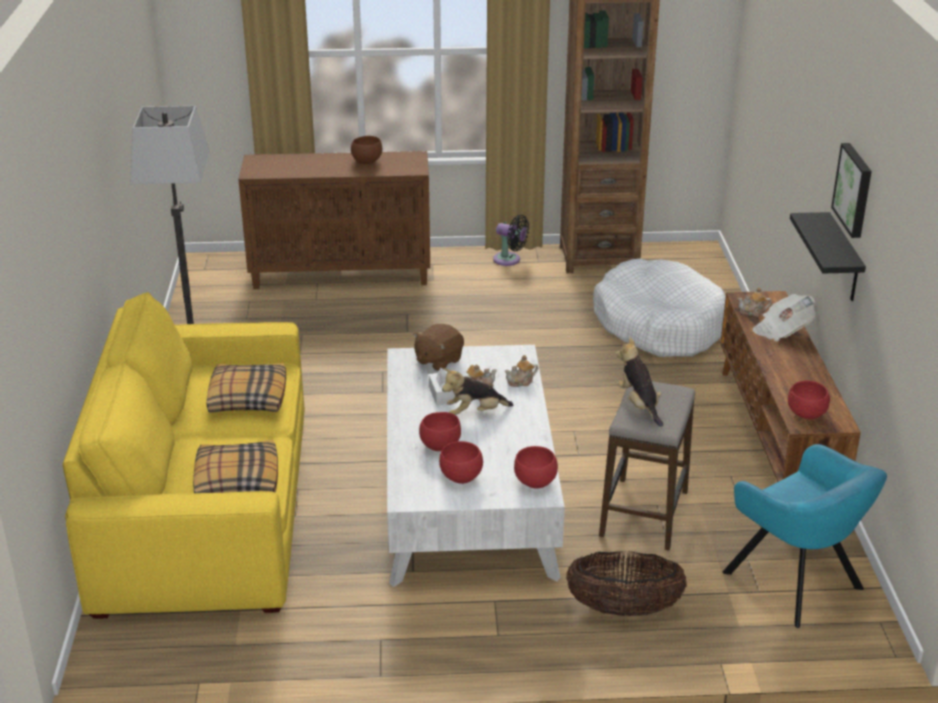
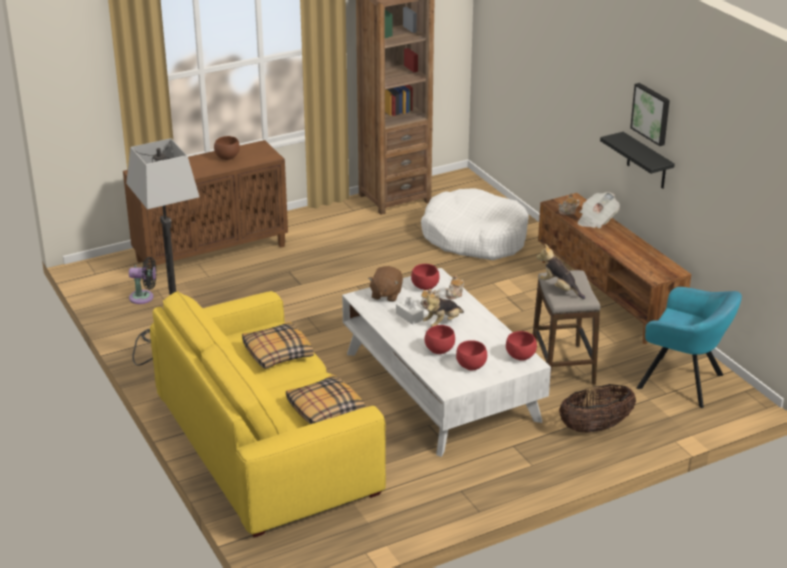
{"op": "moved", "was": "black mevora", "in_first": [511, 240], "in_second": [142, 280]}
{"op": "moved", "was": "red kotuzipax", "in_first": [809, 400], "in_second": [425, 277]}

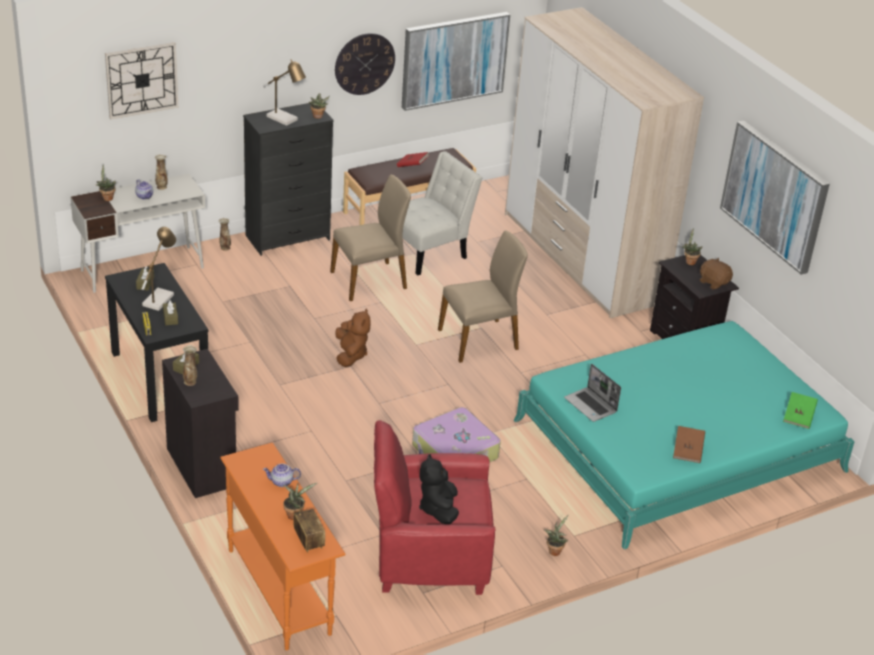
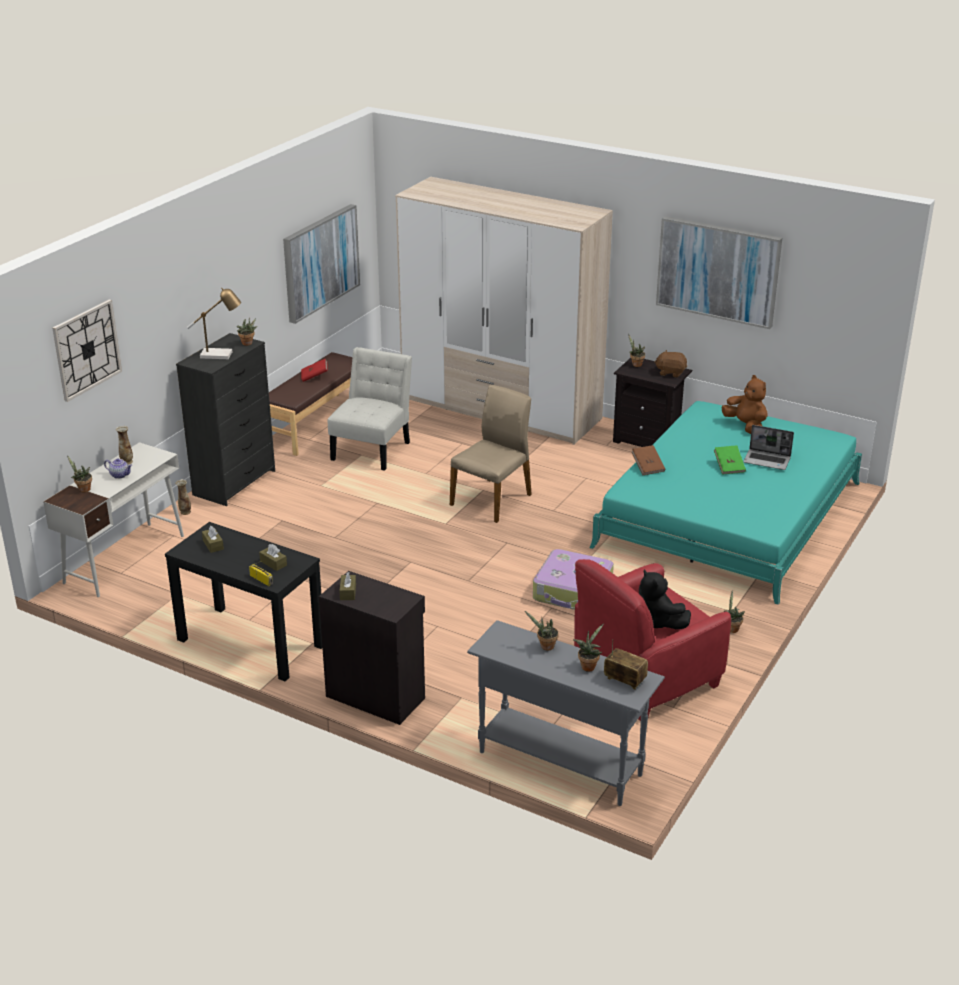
{"op": "recoloured", "was": "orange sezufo", "now": "grey sezufo", "in_first": [282, 546], "in_second": [566, 713]}
{"op": "replaced", "was": "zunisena", "now": "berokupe", "in_first": [282, 475], "in_second": [542, 631]}
{"op": "moved", "was": "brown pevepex", "in_first": [689, 444], "in_second": [648, 460]}
{"op": "moved", "was": "green pevepex", "in_first": [800, 410], "in_second": [730, 460]}
{"op": "moved", "was": "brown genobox", "in_first": [353, 338], "in_second": [745, 404]}
{"op": "moved", "was": "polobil", "in_first": [592, 393], "in_second": [768, 447]}
{"op": "removed", "was": "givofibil", "in_first": [159, 269]}
{"op": "removed", "was": "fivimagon", "in_first": [190, 365]}
{"op": "removed", "was": "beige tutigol", "in_first": [370, 238]}
{"op": "removed", "was": "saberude", "in_first": [365, 64]}

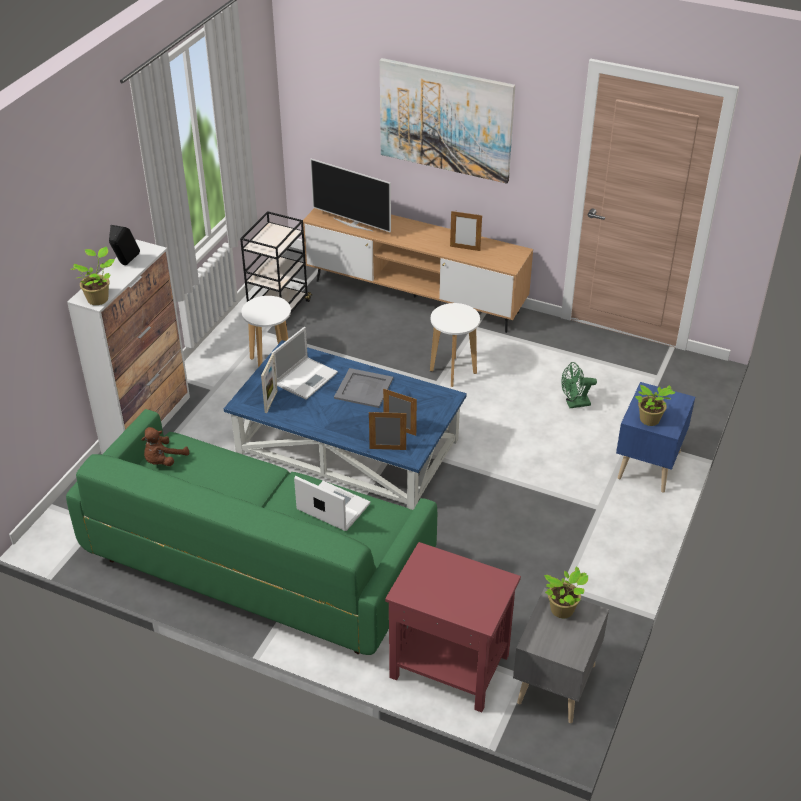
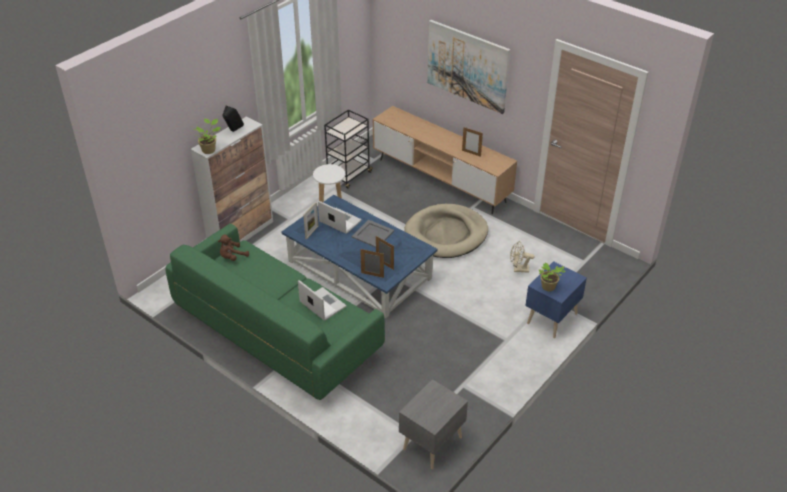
{"op": "turned", "was": "polobil", "in_first": [304, 363], "in_second": [340, 217], "clockwise": -105}
{"op": "replaced", "was": "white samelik", "now": "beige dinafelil", "in_first": [455, 345], "in_second": [446, 231]}
{"op": "recoloured", "was": "green mevora", "now": "beige mevora", "in_first": [579, 385], "in_second": [522, 257]}
{"op": "removed", "was": "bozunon", "in_first": [350, 196]}
{"op": "removed", "was": "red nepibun", "in_first": [453, 627]}
{"op": "removed", "was": "berokupe", "in_first": [566, 592]}

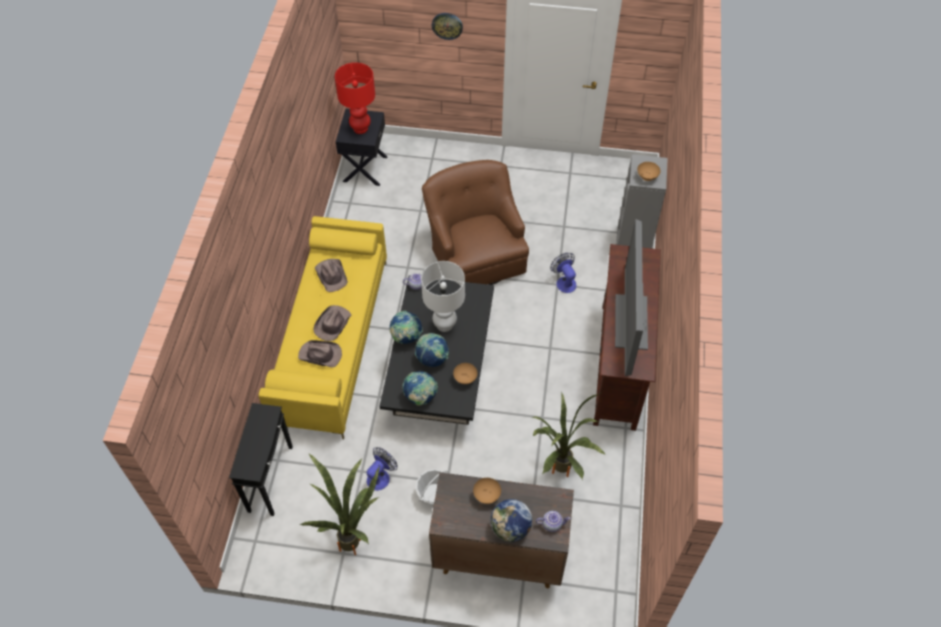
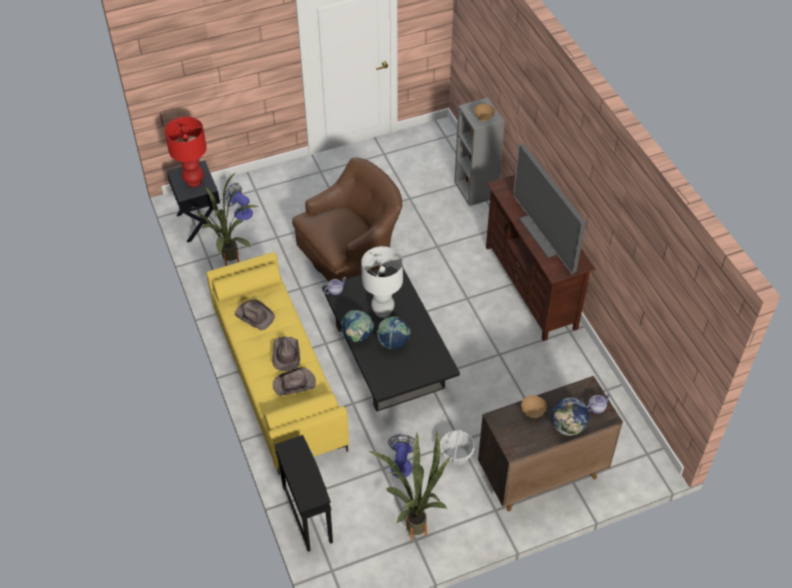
{"op": "moved", "was": "berokupe", "in_first": [568, 436], "in_second": [225, 219]}
{"op": "moved", "was": "mevora", "in_first": [563, 273], "in_second": [238, 201]}
{"op": "turned", "was": "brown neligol", "in_first": [475, 222], "in_second": [347, 220], "clockwise": 105}
{"op": "removed", "was": "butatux", "in_first": [420, 388]}
{"op": "removed", "was": "saberude", "in_first": [447, 26]}
{"op": "removed", "was": "brown kotuzipax", "in_first": [465, 373]}

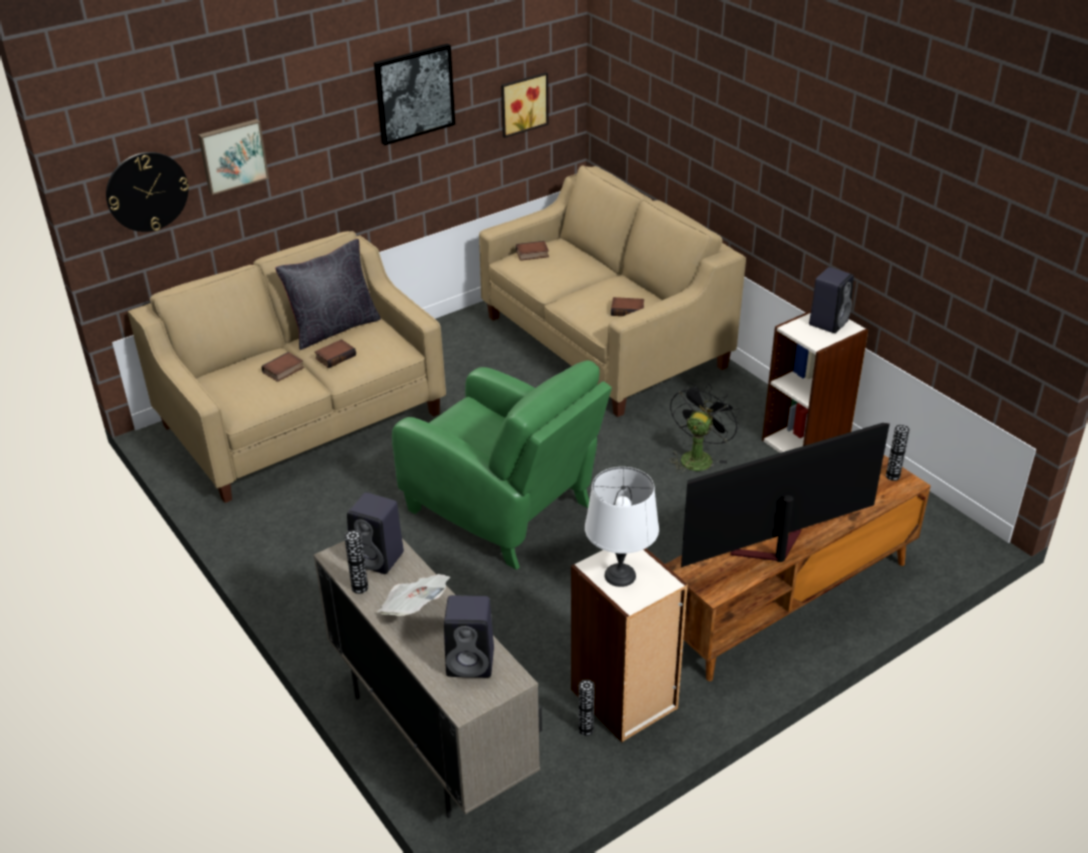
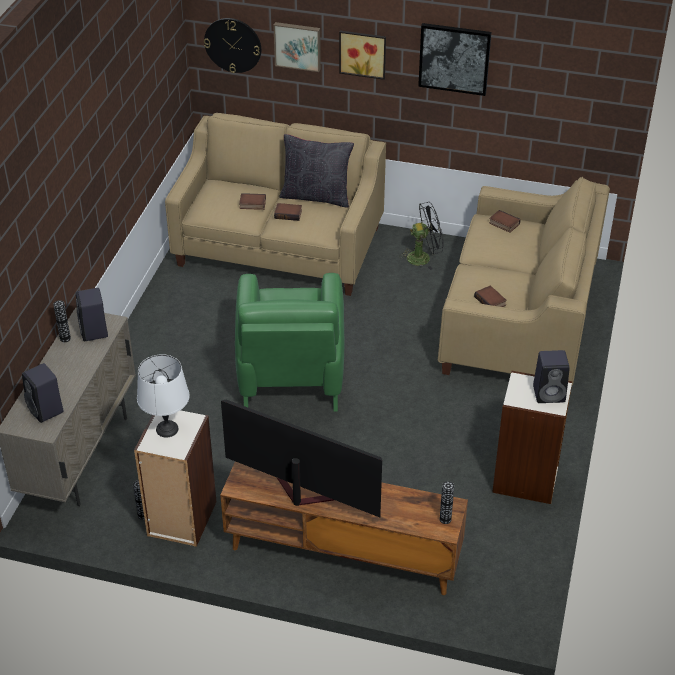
{"op": "moved", "was": "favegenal", "in_first": [525, 105], "in_second": [362, 55]}
{"op": "moved", "was": "black mevora", "in_first": [704, 428], "in_second": [421, 236]}
{"op": "removed", "was": "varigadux", "in_first": [413, 595]}

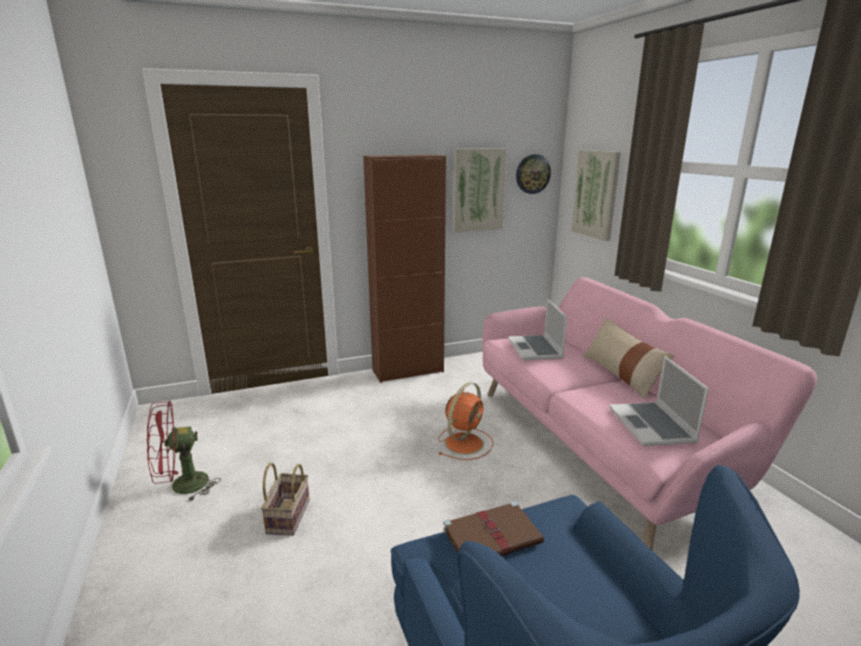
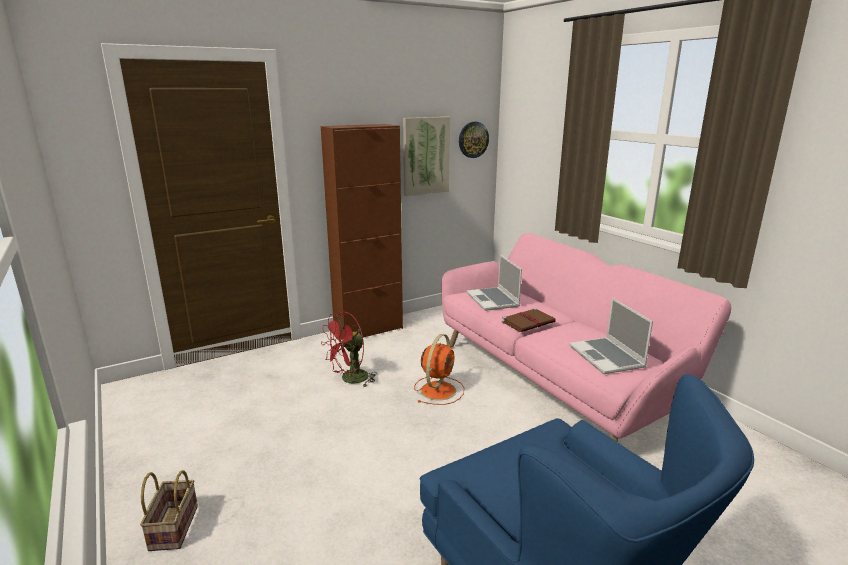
{"op": "moved", "was": "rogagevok", "in_first": [285, 499], "in_second": [169, 510]}
{"op": "moved", "was": "red mevora", "in_first": [184, 451], "in_second": [349, 349]}
{"op": "moved", "was": "brown pevepex", "in_first": [493, 528], "in_second": [529, 320]}
{"op": "removed", "was": "favegenal", "in_first": [596, 195]}
{"op": "removed", "was": "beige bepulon", "in_first": [629, 358]}

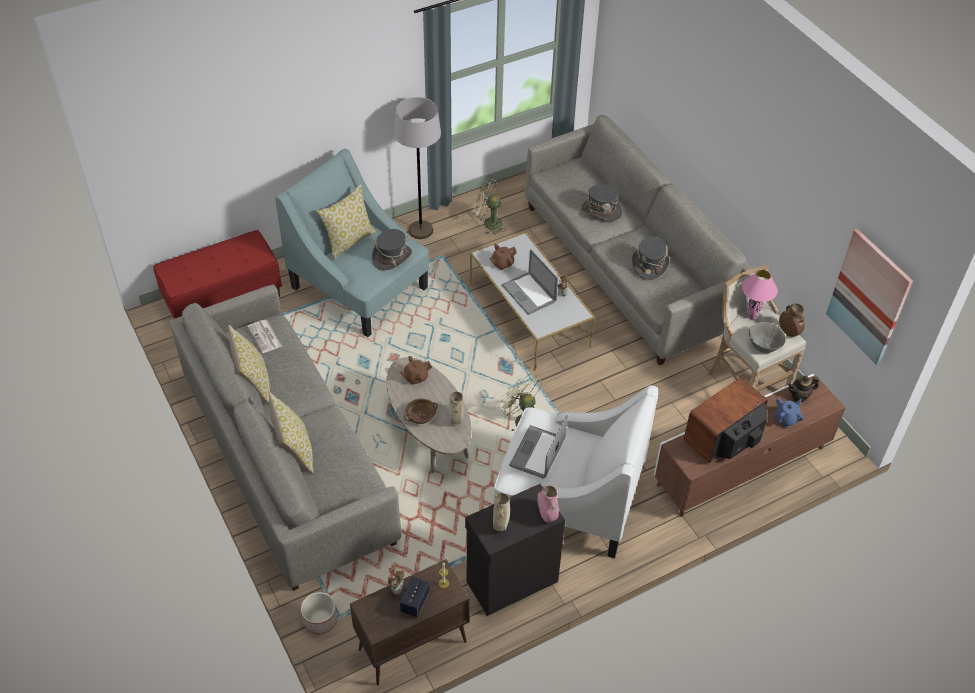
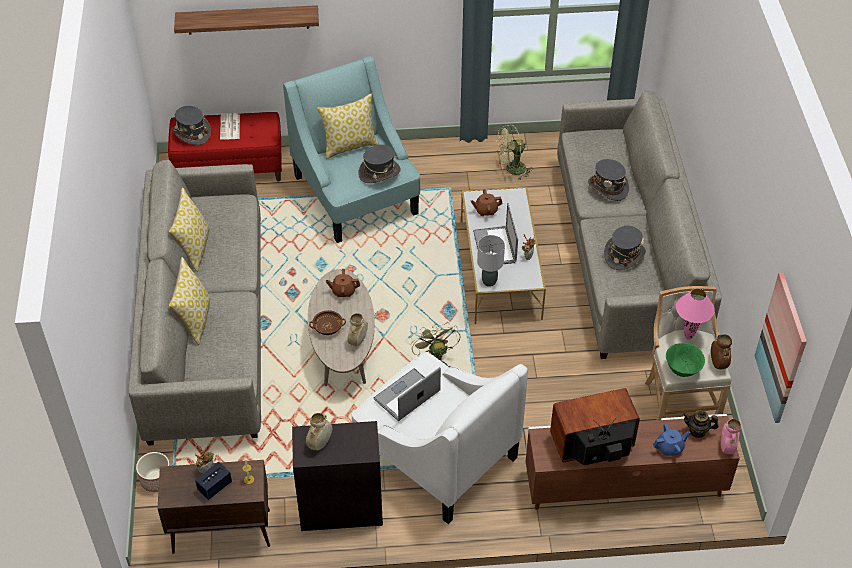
{"op": "added", "now": "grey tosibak", "in_second": [191, 125]}
{"op": "added", "now": "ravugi", "in_second": [246, 20]}
{"op": "moved", "was": "varigadux", "in_first": [264, 336], "in_second": [230, 126]}
{"op": "added", "now": "grey givofibil", "in_second": [491, 261]}
{"op": "turned", "was": "green mevora", "in_first": [489, 206], "in_second": [514, 151], "clockwise": -60}
{"op": "recoloured", "was": "grey kotuzipax", "now": "green kotuzipax", "in_first": [767, 337], "in_second": [685, 360]}
{"op": "moved", "was": "pink fivimagon", "in_first": [548, 504], "in_second": [731, 436]}
{"op": "removed", "was": "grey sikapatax", "in_first": [417, 168]}

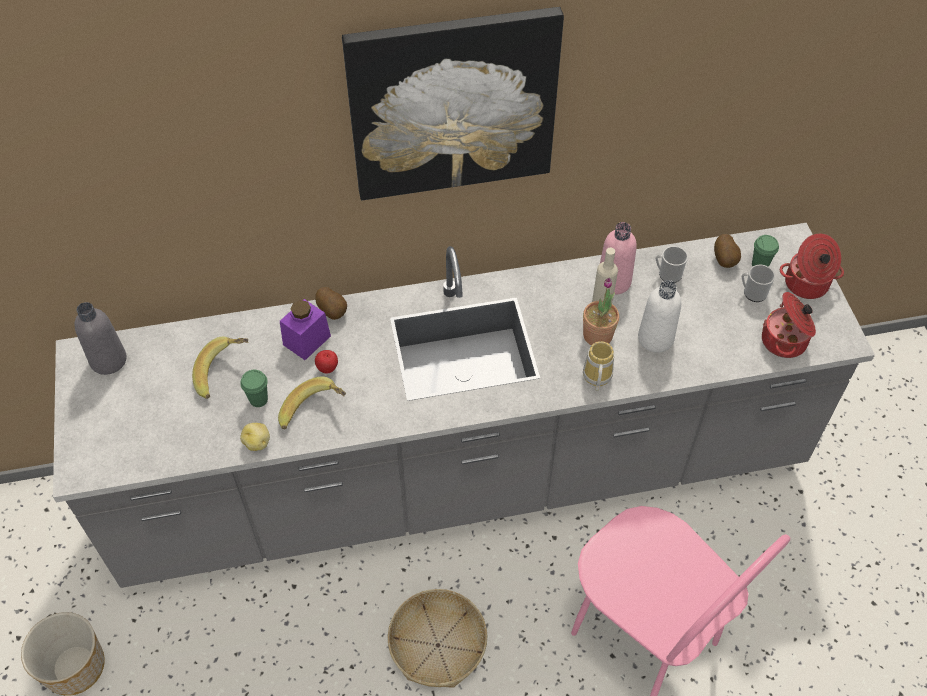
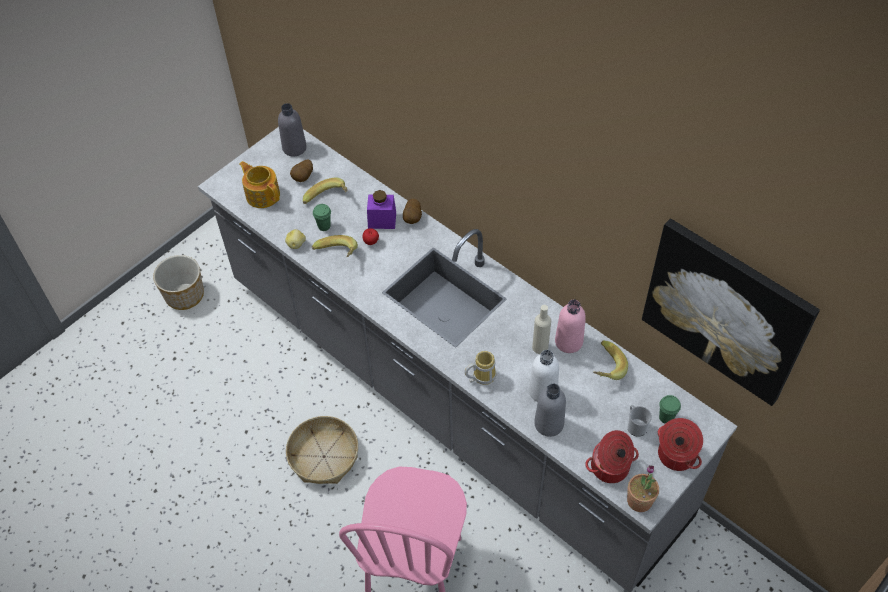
{"op": "added", "now": "zunisena", "in_second": [259, 184]}
{"op": "moved", "was": "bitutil", "in_first": [727, 251], "in_second": [301, 170]}
{"op": "added", "now": "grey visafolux", "in_second": [550, 410]}
{"op": "replaced", "was": "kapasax", "now": "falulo", "in_first": [671, 264], "in_second": [610, 360]}
{"op": "moved", "was": "berokupe", "in_first": [601, 311], "in_second": [643, 488]}
{"op": "moved", "was": "favegenal", "in_first": [453, 103], "in_second": [731, 312]}

